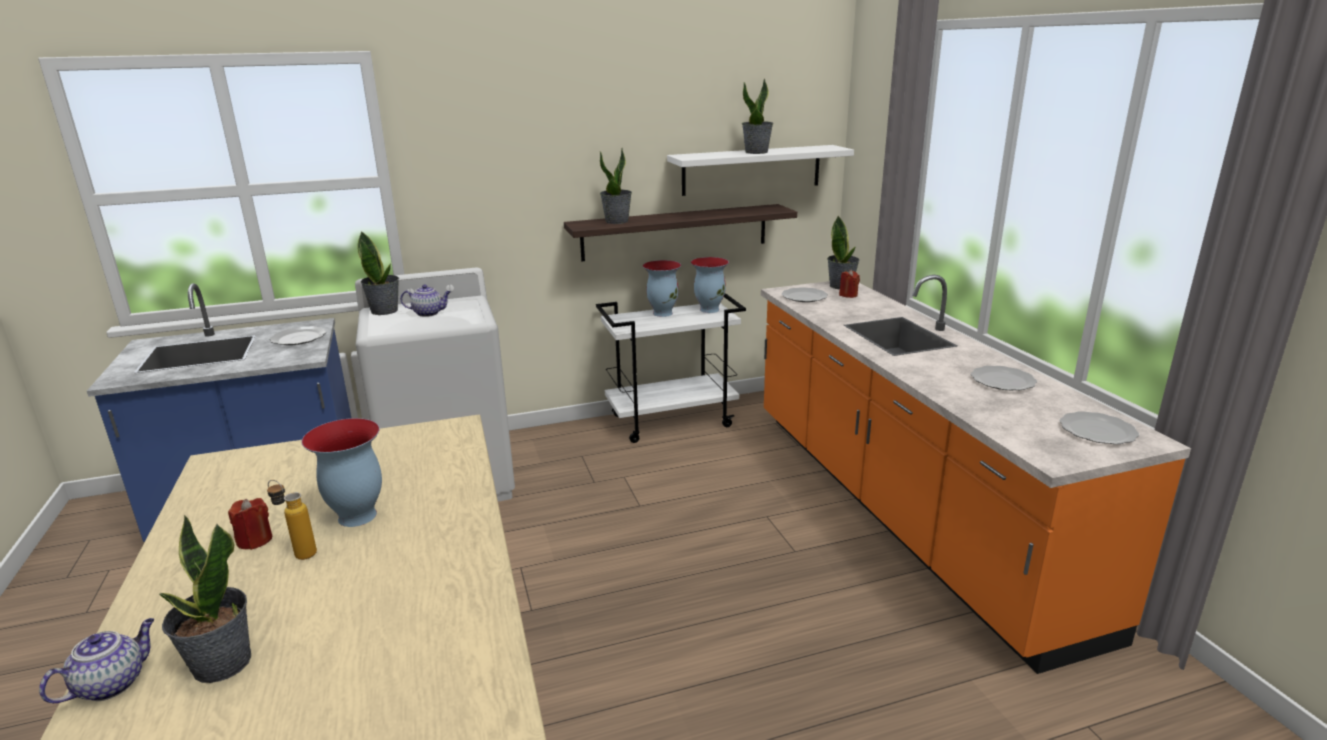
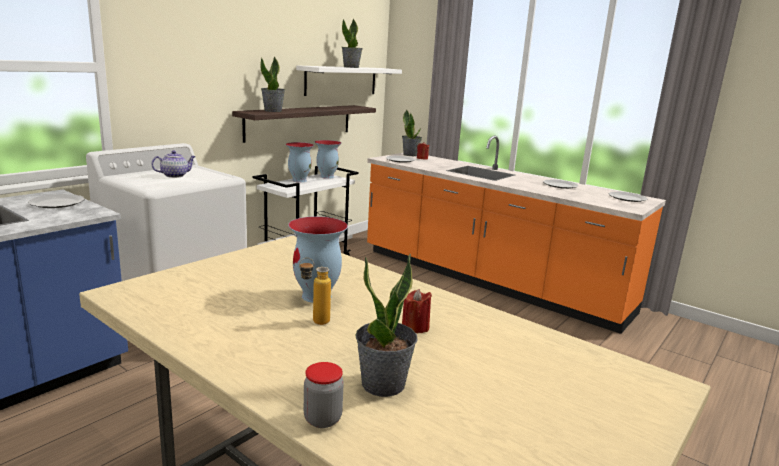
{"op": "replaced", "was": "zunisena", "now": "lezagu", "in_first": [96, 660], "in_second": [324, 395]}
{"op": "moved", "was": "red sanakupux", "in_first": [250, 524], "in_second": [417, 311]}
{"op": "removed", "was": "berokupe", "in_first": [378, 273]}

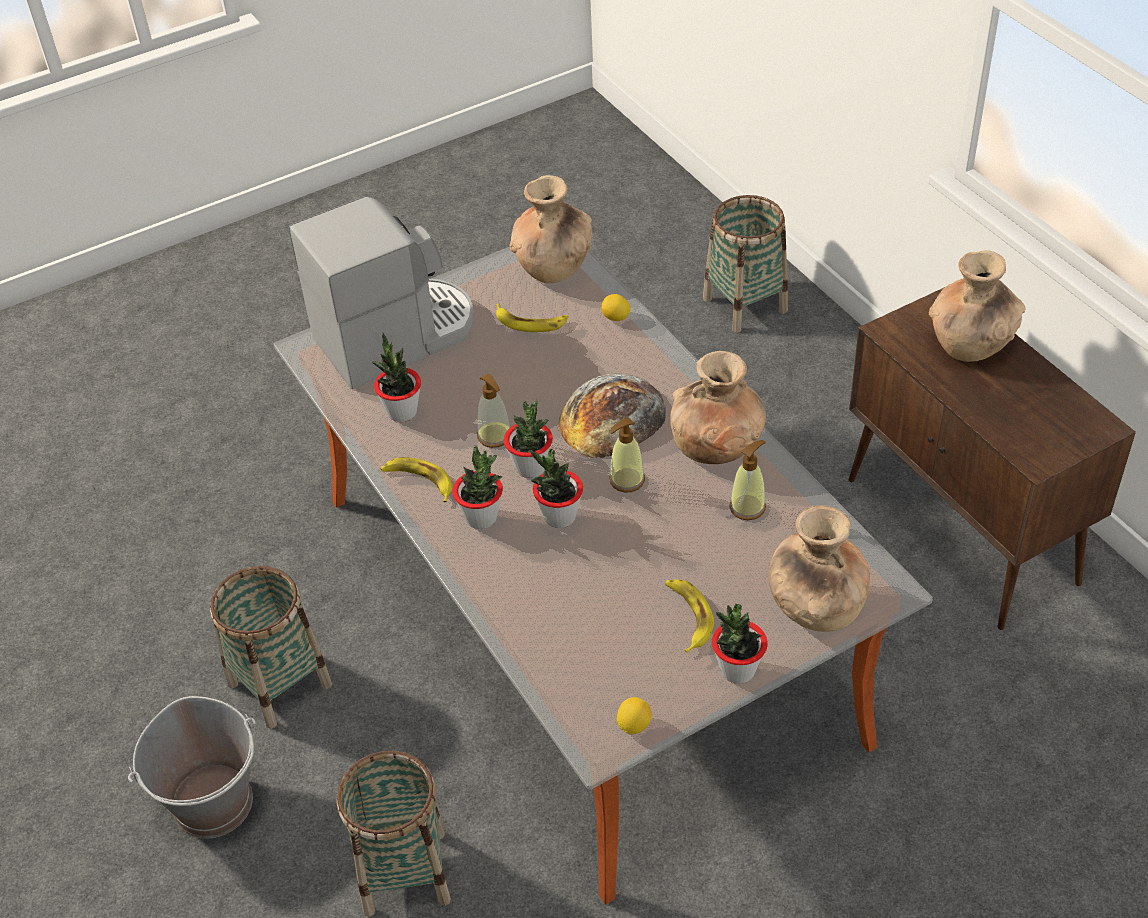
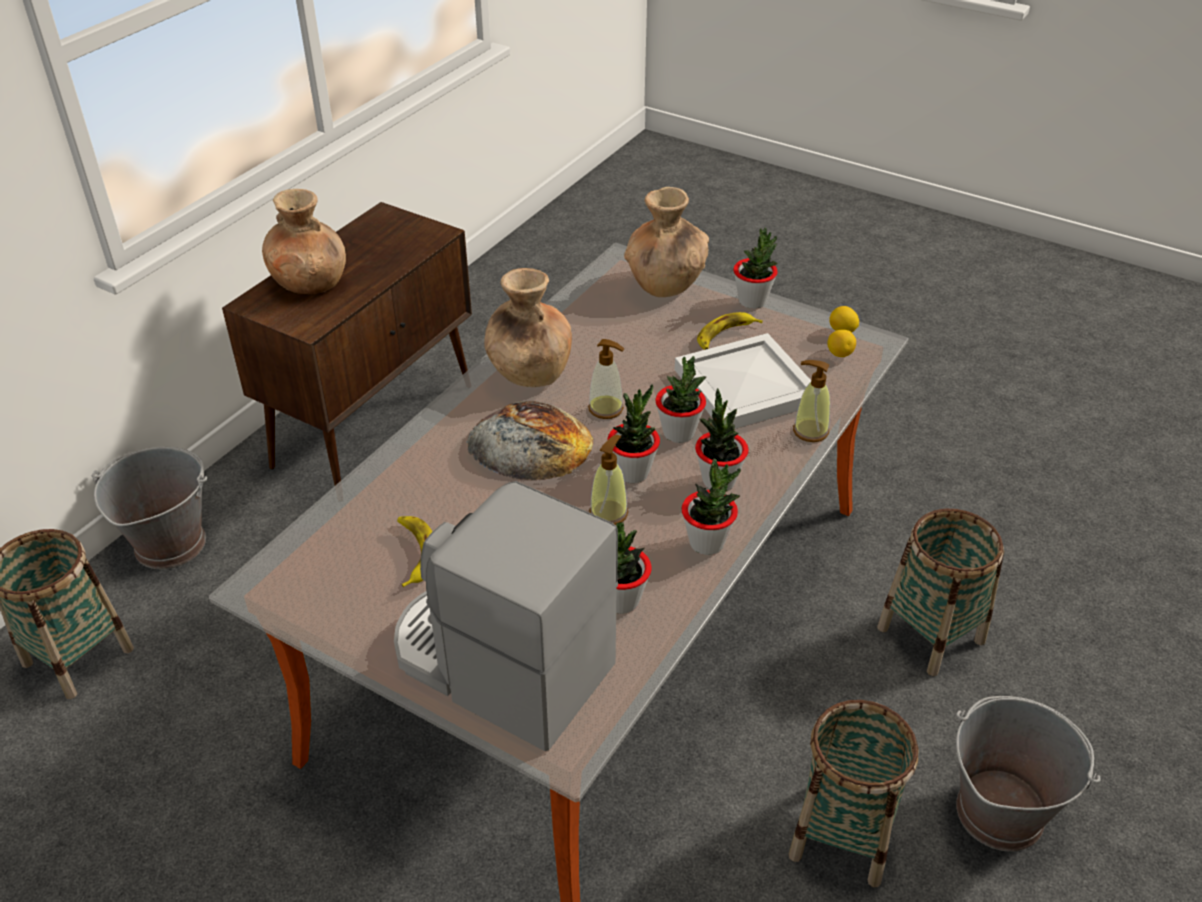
{"op": "added", "now": "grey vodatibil", "in_second": [149, 508]}
{"op": "added", "now": "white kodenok", "in_second": [743, 381]}
{"op": "replaced", "was": "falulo", "now": "berokupe", "in_first": [416, 480], "in_second": [711, 506]}
{"op": "moved", "was": "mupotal", "in_first": [747, 480], "in_second": [811, 401]}
{"op": "moved", "was": "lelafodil", "in_first": [616, 307], "in_second": [841, 343]}
{"op": "removed", "was": "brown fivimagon", "in_first": [551, 229]}

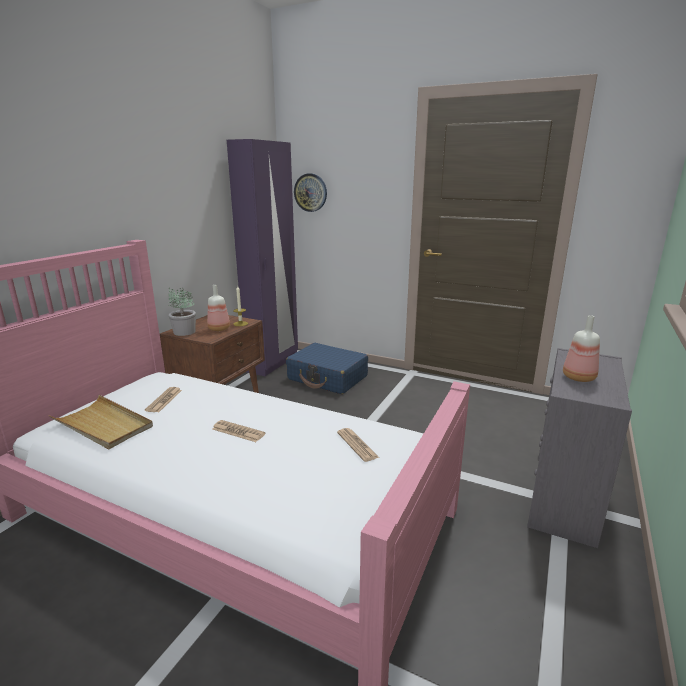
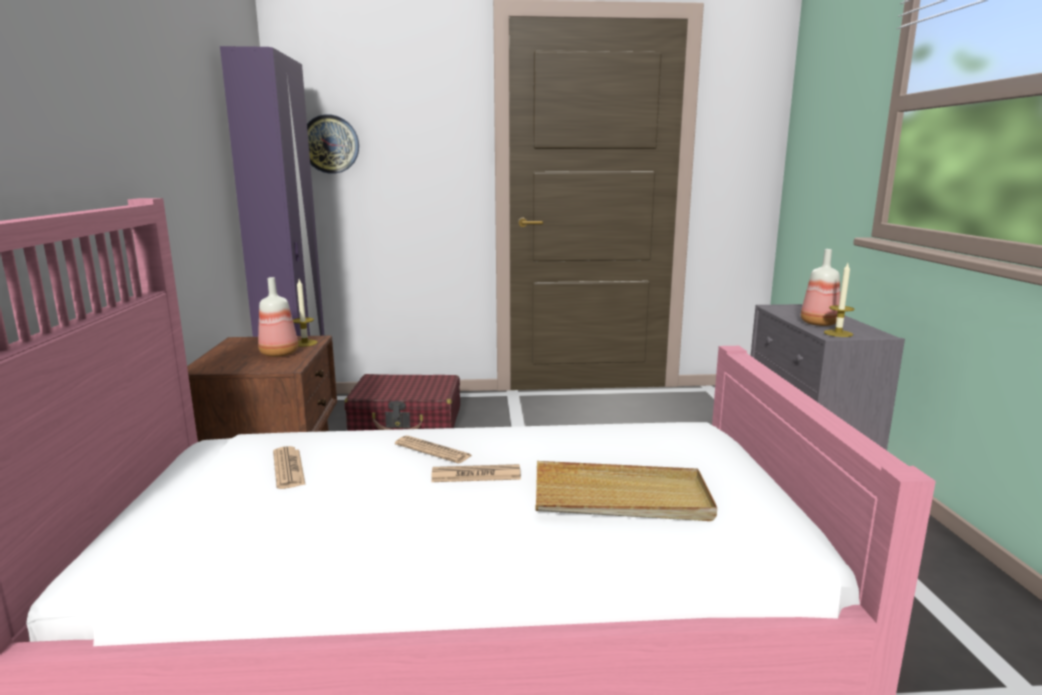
{"op": "recoloured", "was": "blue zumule", "now": "red zumule", "in_first": [327, 368], "in_second": [402, 402]}
{"op": "moved", "was": "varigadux", "in_first": [358, 445], "in_second": [434, 450]}
{"op": "moved", "was": "beige kodenok", "in_first": [101, 422], "in_second": [626, 491]}
{"op": "added", "now": "sanakupux", "in_second": [839, 300]}
{"op": "removed", "was": "berokupe", "in_first": [182, 311]}

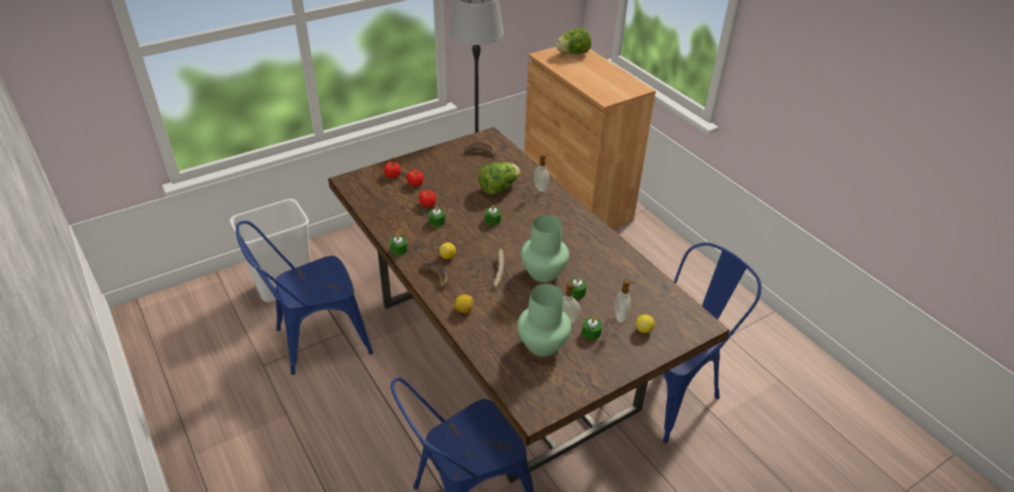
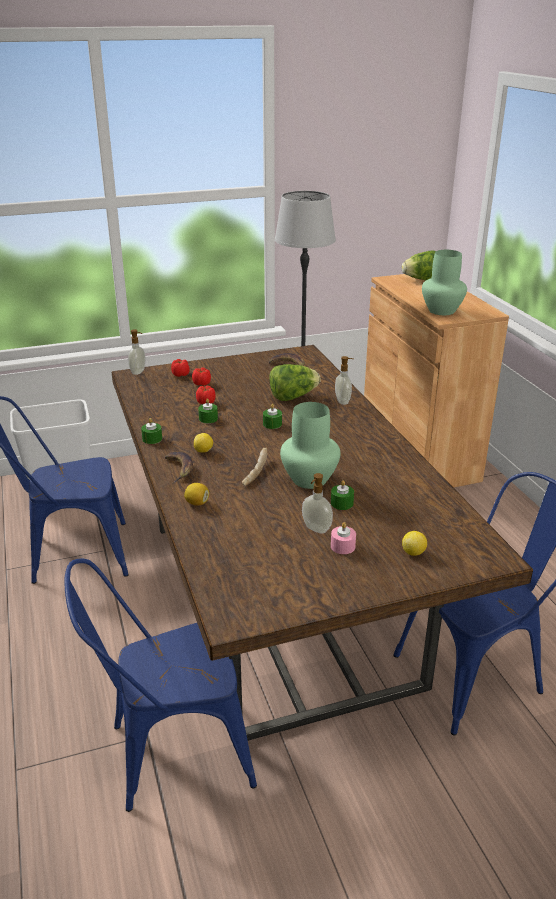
{"op": "moved", "was": "mupotal", "in_first": [625, 301], "in_second": [137, 352]}
{"op": "recoloured", "was": "green sanakupux", "now": "pink sanakupux", "in_first": [592, 328], "in_second": [343, 538]}
{"op": "moved", "was": "green fivimagon", "in_first": [544, 320], "in_second": [444, 282]}

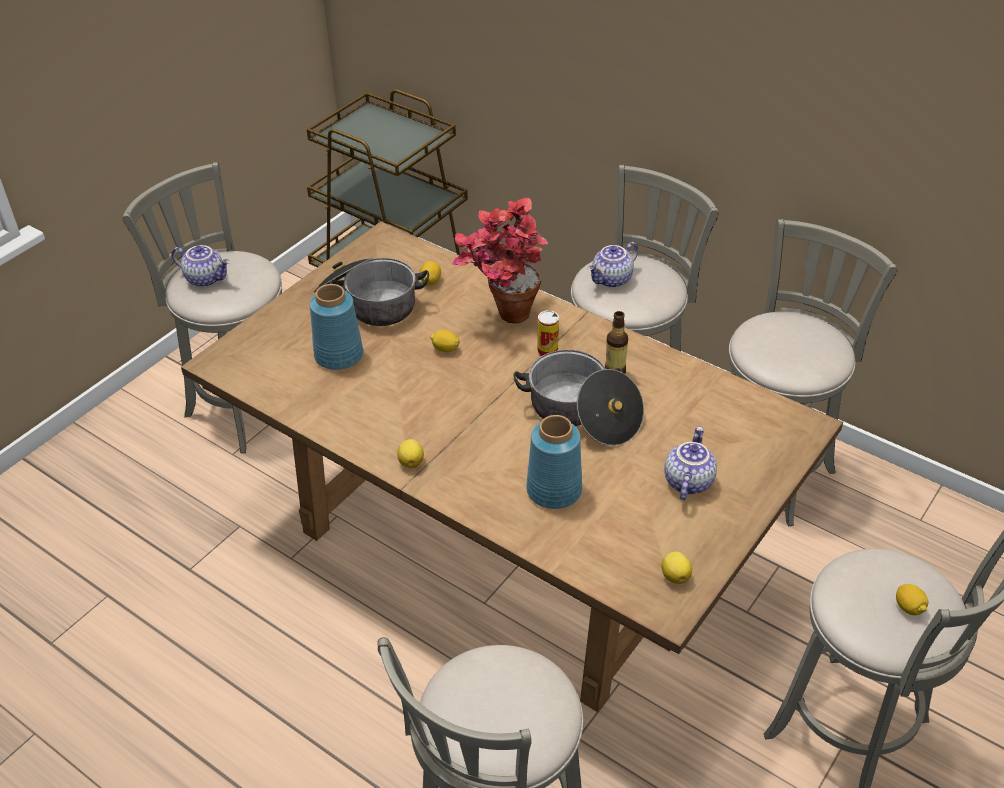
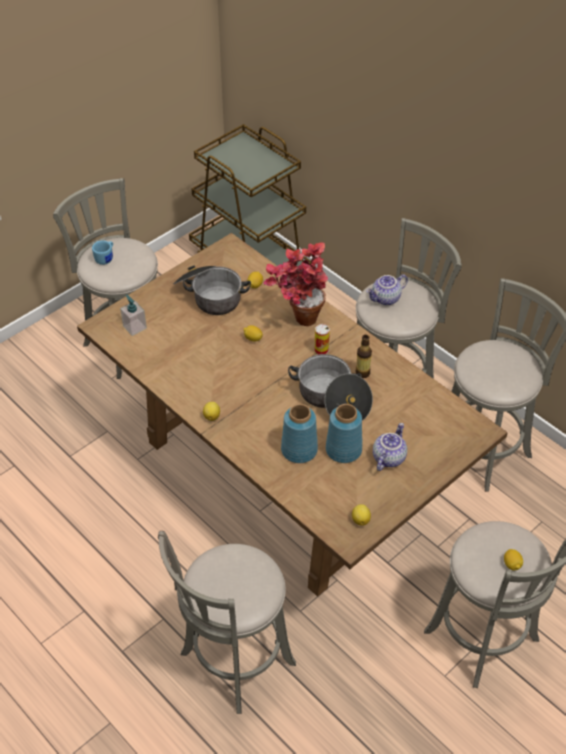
{"op": "replaced", "was": "zunisena", "now": "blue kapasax", "in_first": [200, 266], "in_second": [102, 252]}
{"op": "added", "now": "mupotal", "in_second": [133, 315]}
{"op": "moved", "was": "blue fivimagon", "in_first": [336, 327], "in_second": [344, 433]}

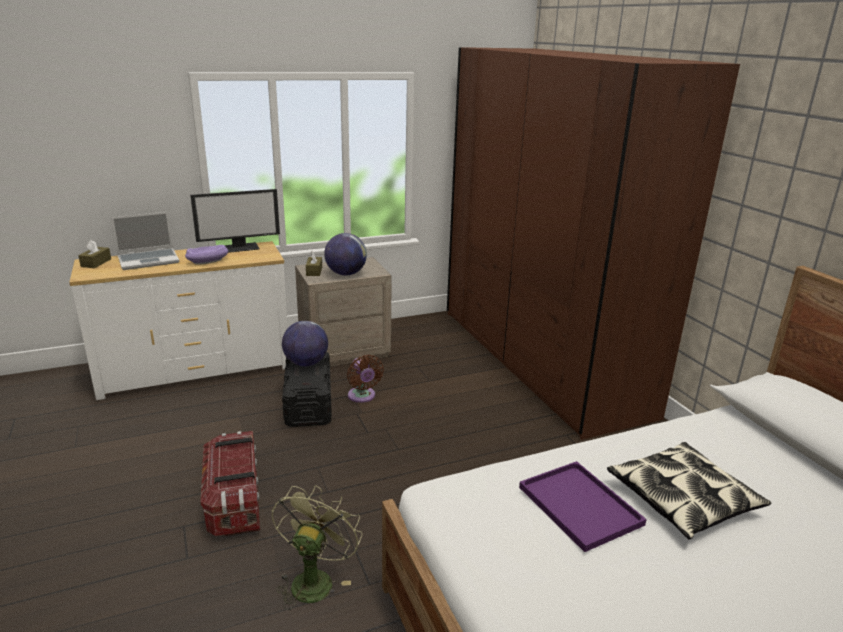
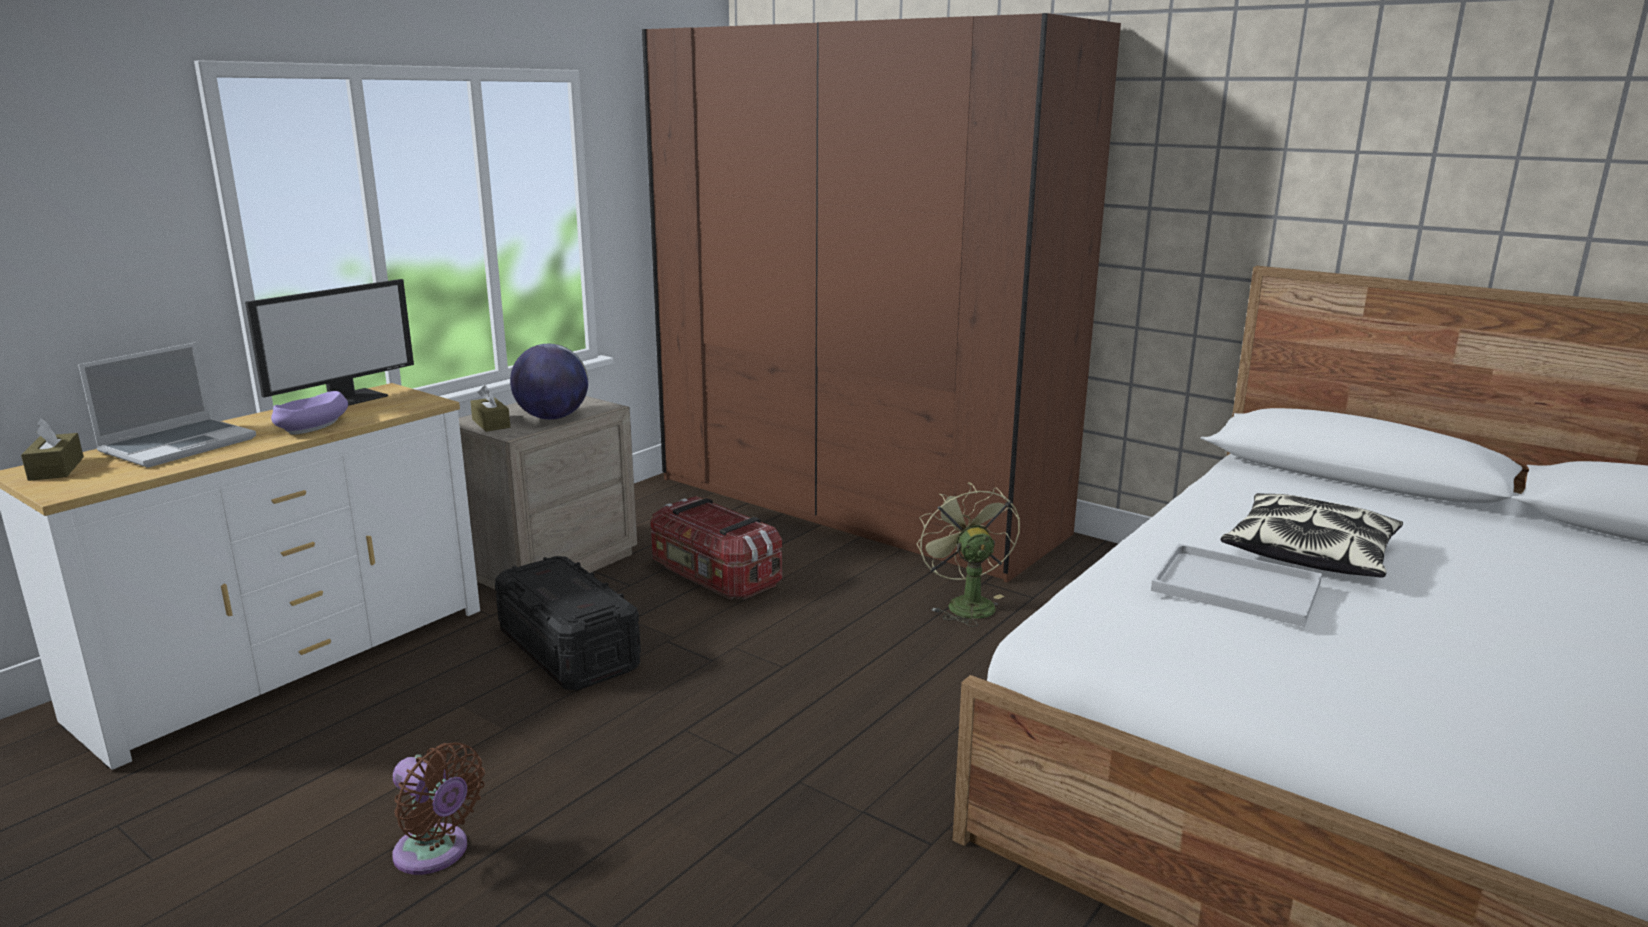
{"op": "moved", "was": "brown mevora", "in_first": [365, 379], "in_second": [438, 809]}
{"op": "moved", "was": "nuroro", "in_first": [230, 483], "in_second": [716, 547]}
{"op": "moved", "was": "green mevora", "in_first": [317, 548], "in_second": [968, 554]}
{"op": "recoloured", "was": "purple kodenok", "now": "white kodenok", "in_first": [583, 506], "in_second": [1236, 585]}
{"op": "removed", "was": "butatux", "in_first": [305, 343]}

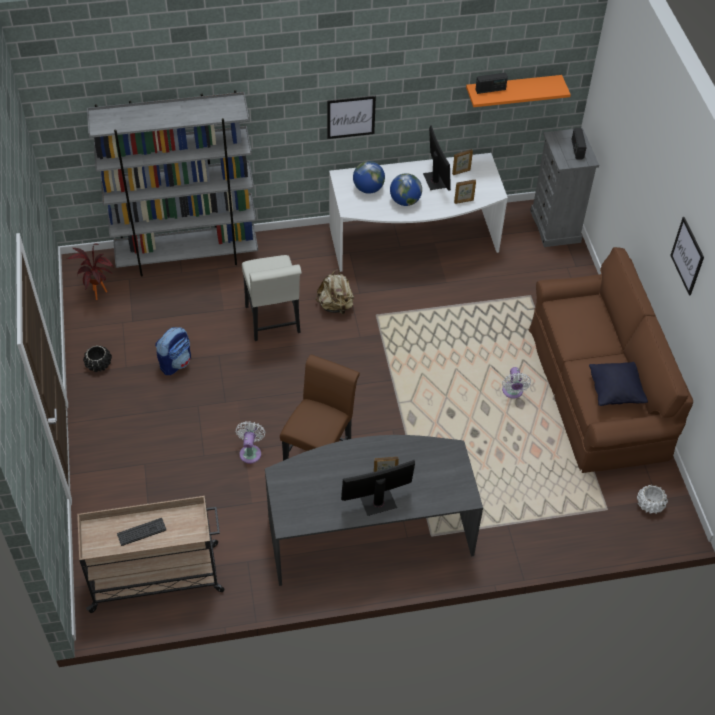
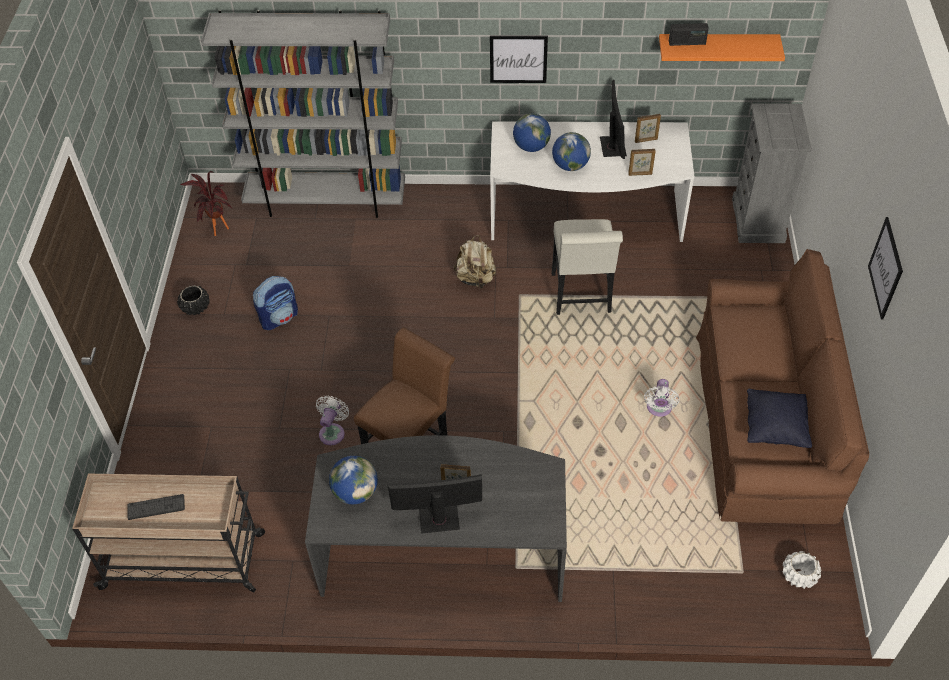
{"op": "added", "now": "butatux", "in_second": [353, 480]}
{"op": "moved", "was": "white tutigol", "in_first": [272, 298], "in_second": [587, 267]}
{"op": "removed", "was": "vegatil", "in_first": [579, 143]}

